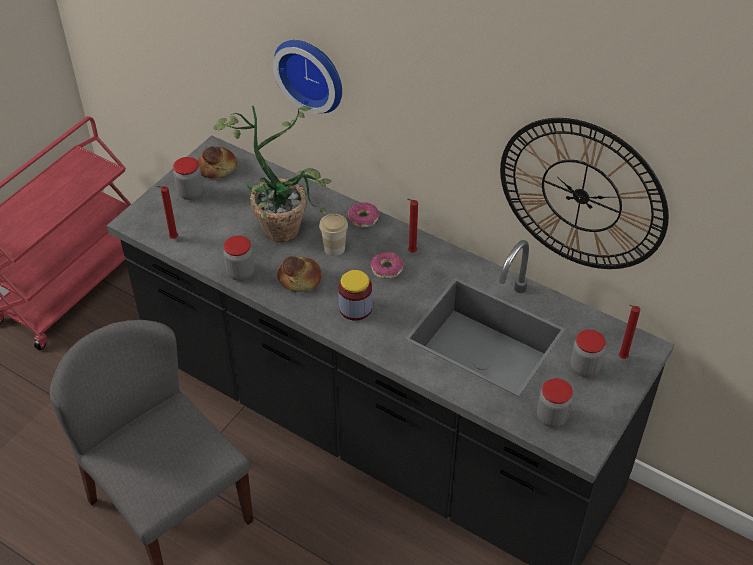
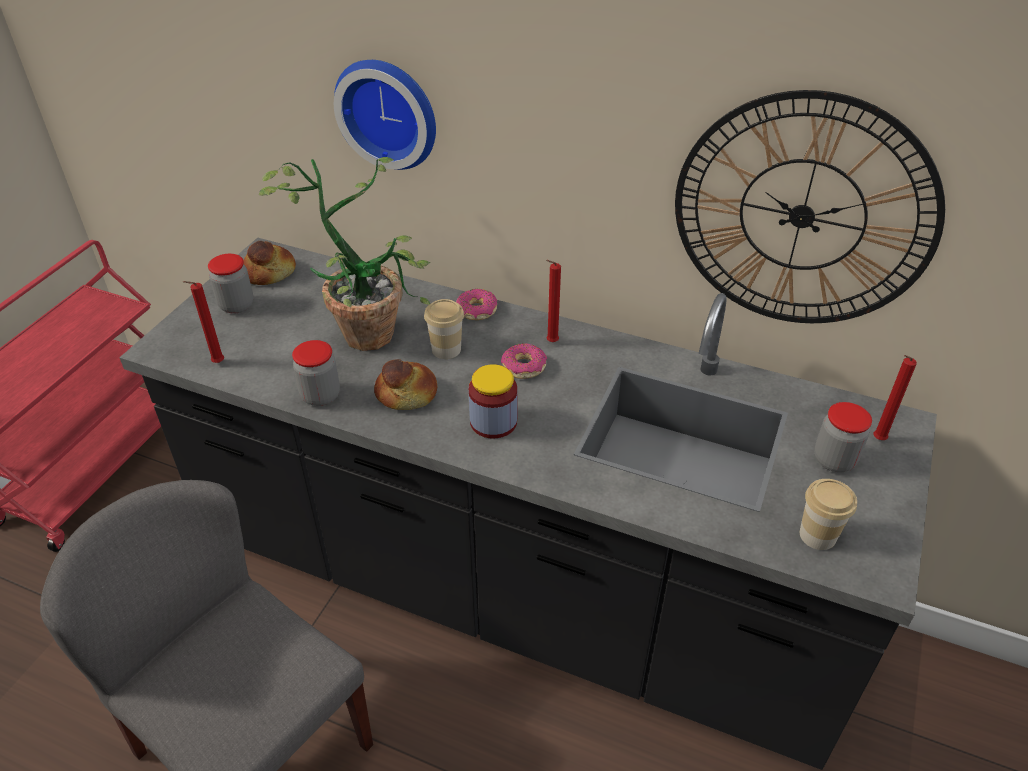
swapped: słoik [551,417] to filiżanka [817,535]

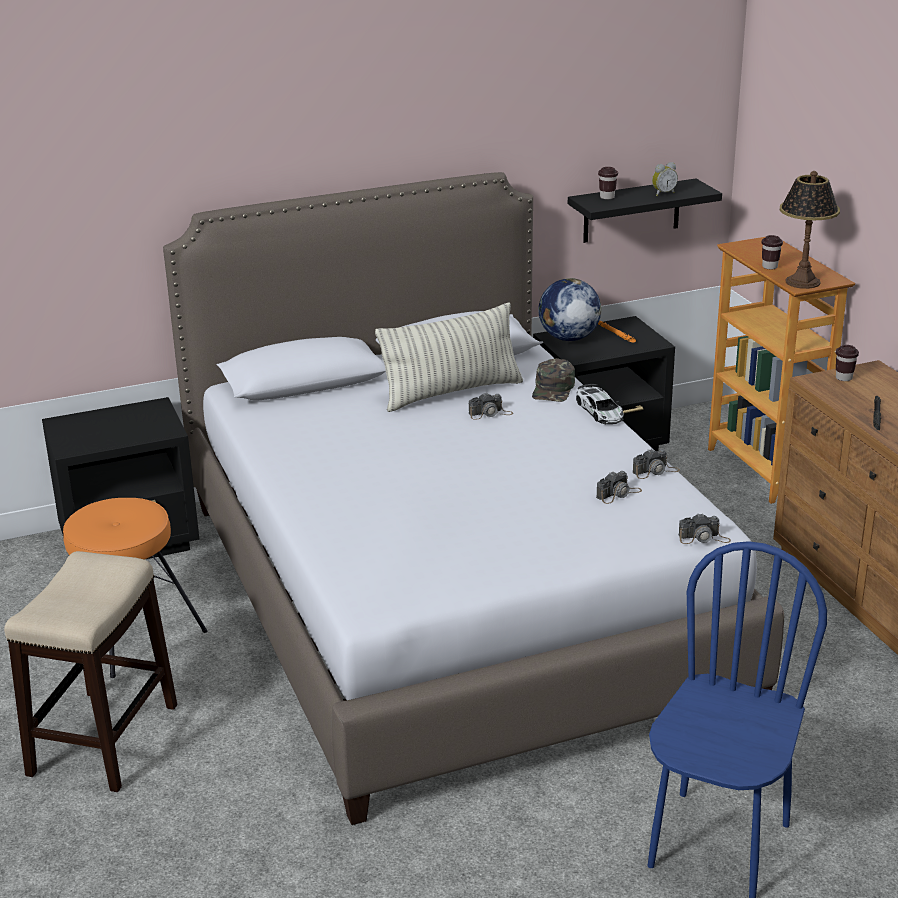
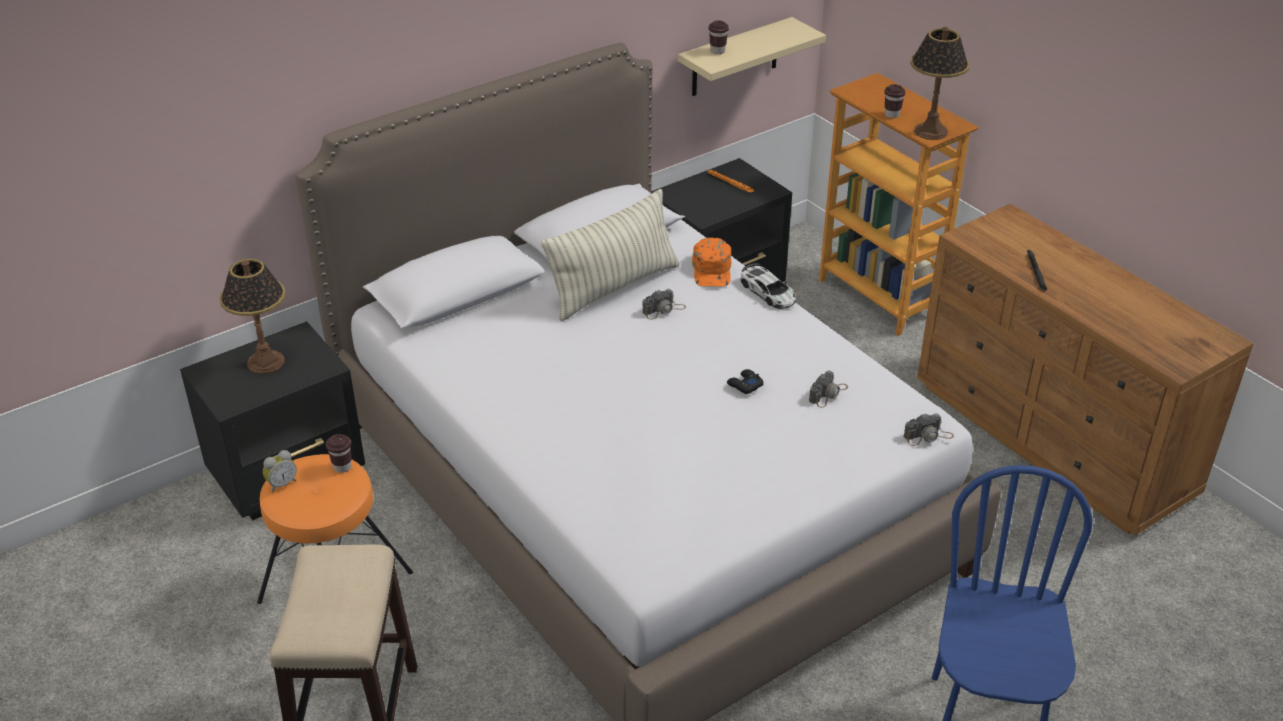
gone: globus [568,338]; aparat fotograficzny [655,471]
new: lampa stołowa [266,362]; pad do gier (czarny) [744,385]
shifted: budzik [663,193] to [281,484]; filiżanka (brązowy) [844,378] to [342,467]
repainted: półka (czarny) [631,211] to półka (beżowy) [735,58]; czapka z daszkiem (zielony) [553,389] to czapka z daszkiem (pomarańczowy) [712,270]

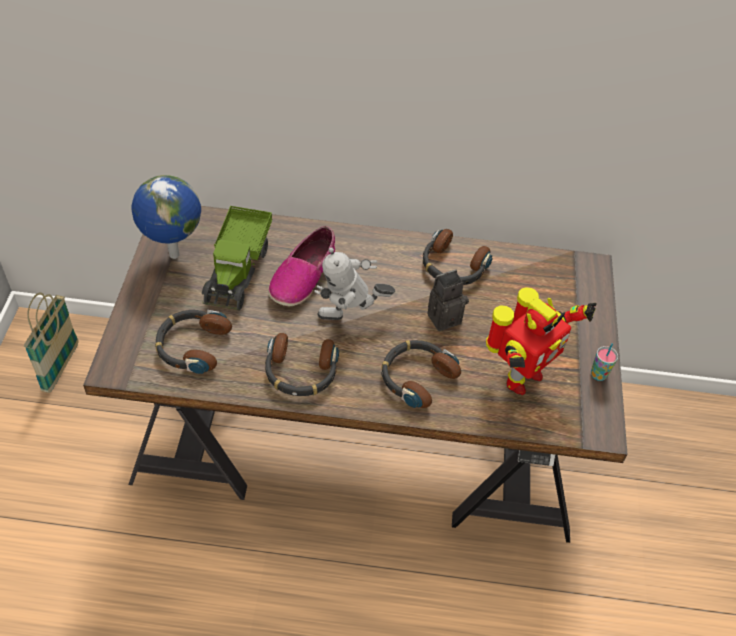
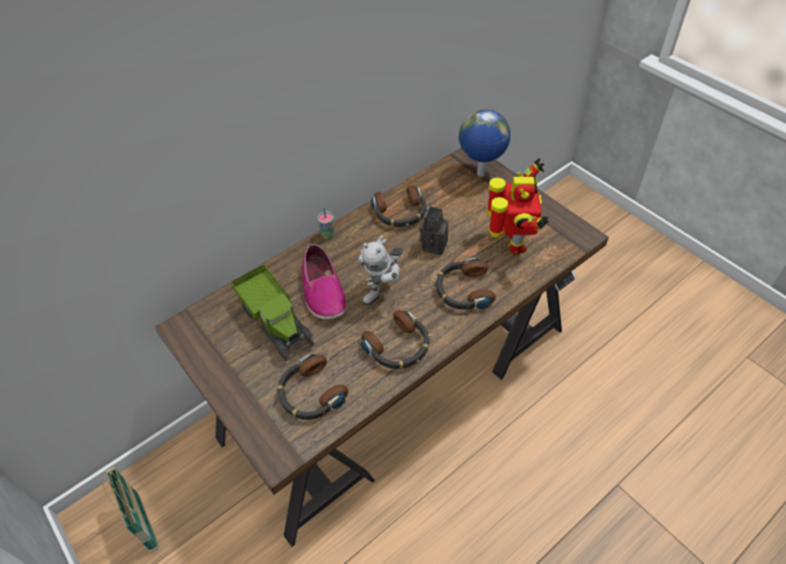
shifted: globus [173,255] to [481,174]; filiżanka [598,375] to [328,235]

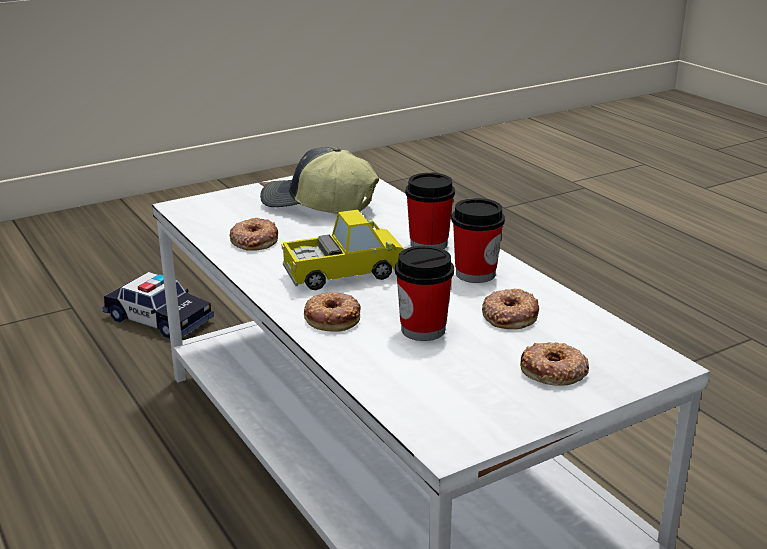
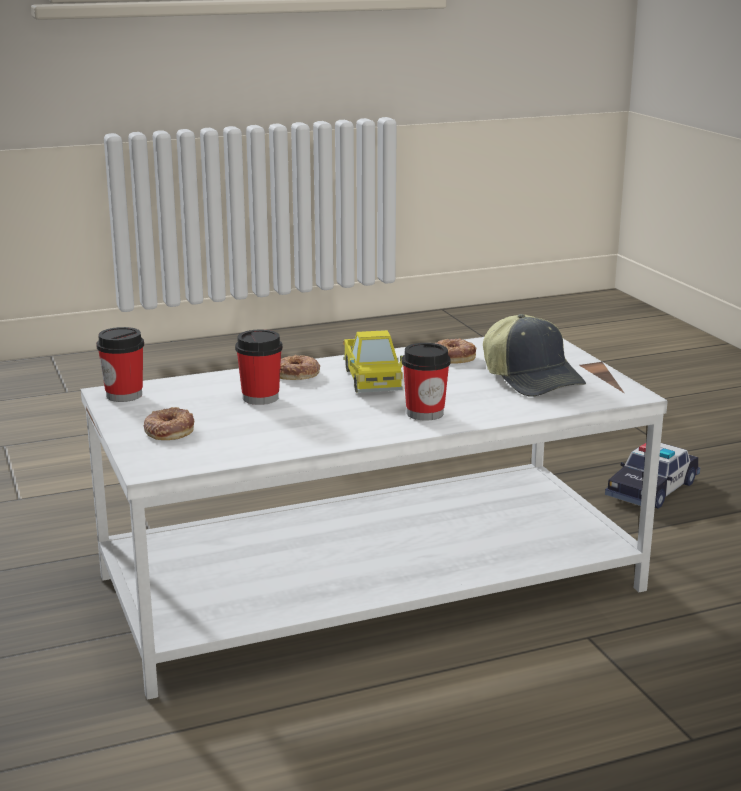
gone: donut [509,315]
shifted: filiżanka [475,274] to [124,395]
rotated: czapka z daszkiem [318,205] = [533,379] 120 degrees clockwise

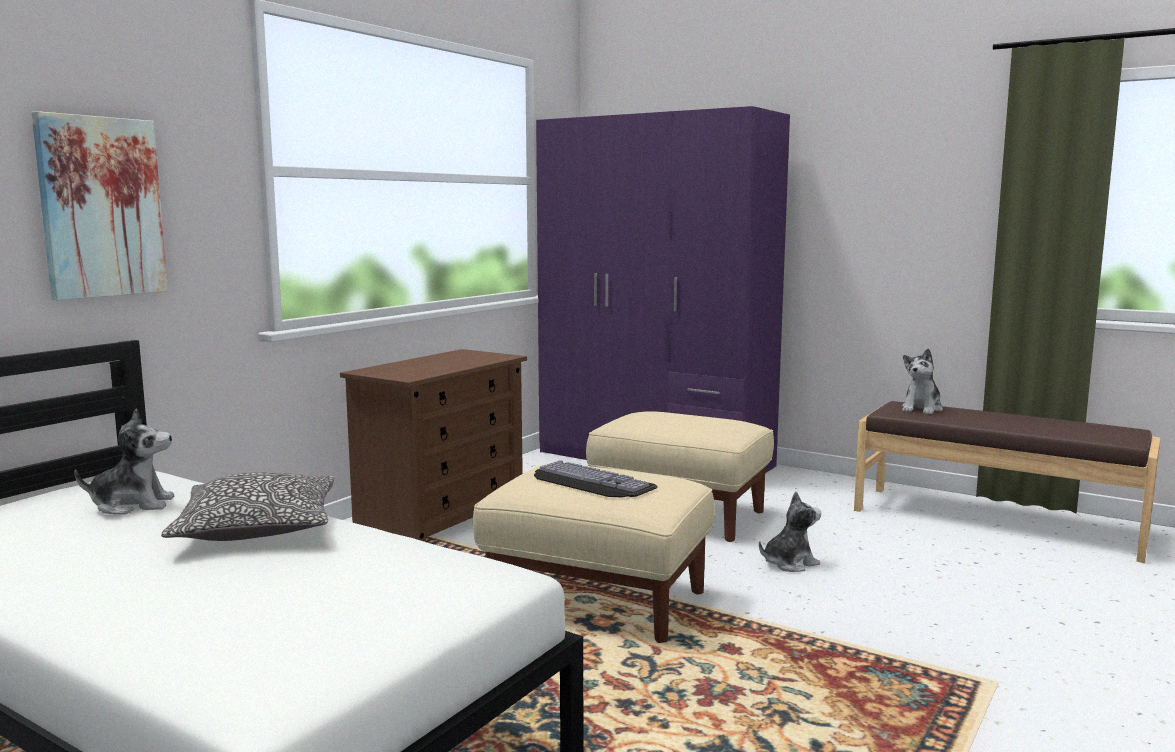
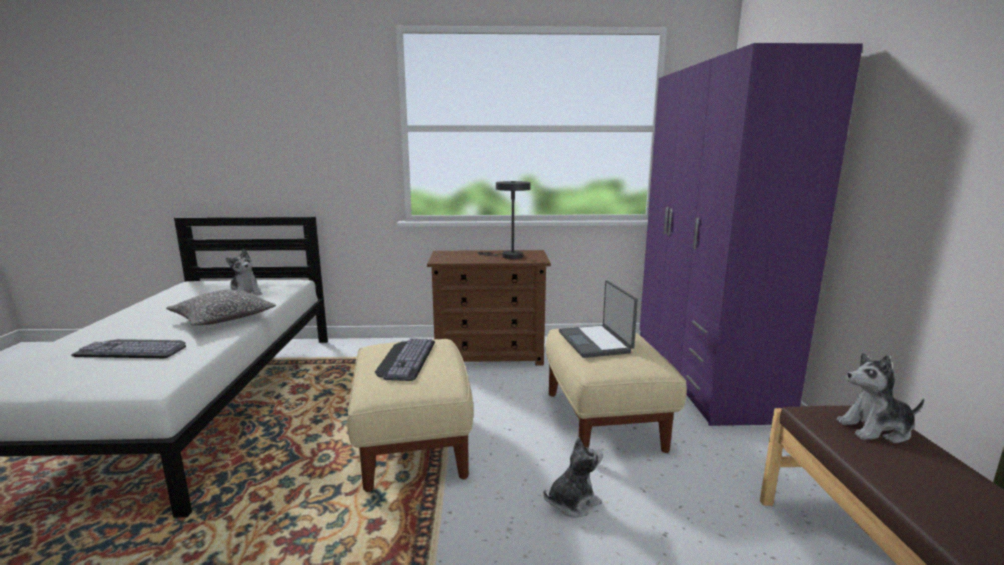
gone: obraz [101,207]
new: lampa stołowa (szary) [508,256]; laptop [596,342]; klawiatura [135,349]
rotated: pluszak [789,563] = [572,502] 60 degrees counterclockwise

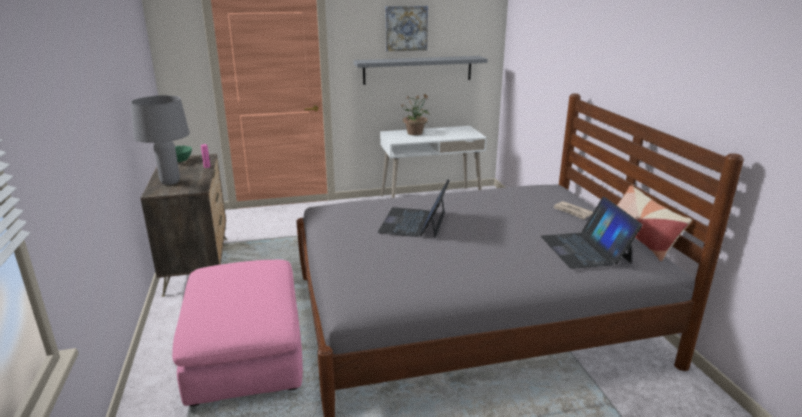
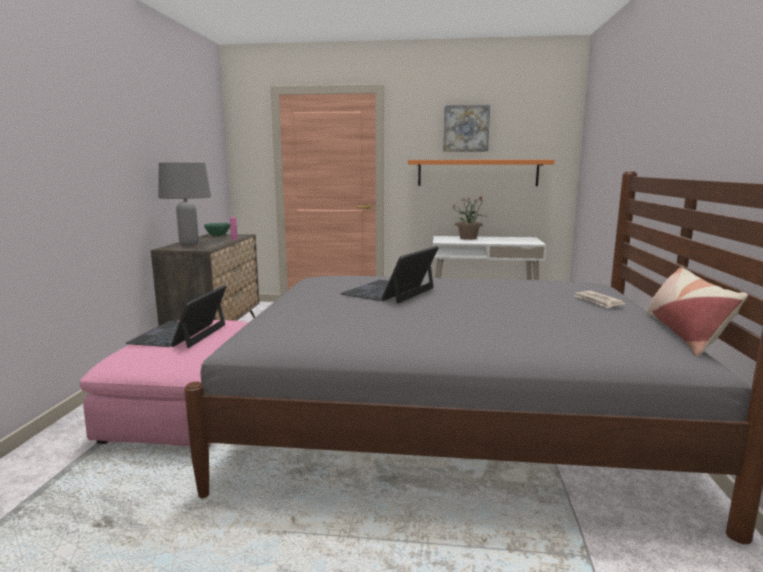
shifted: laptop [585,249] to [180,334]
repainted: półka (szary) [417,70] to półka (pomarańczowy) [477,173]

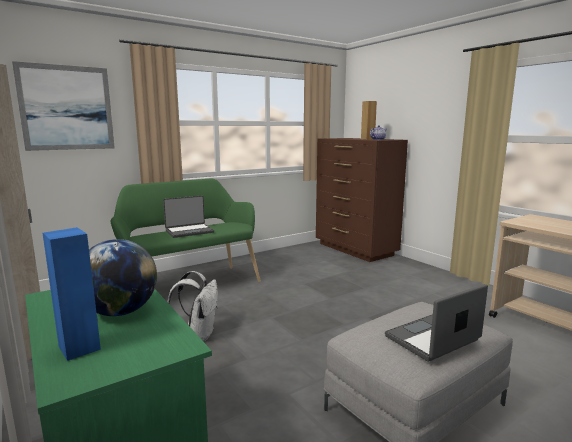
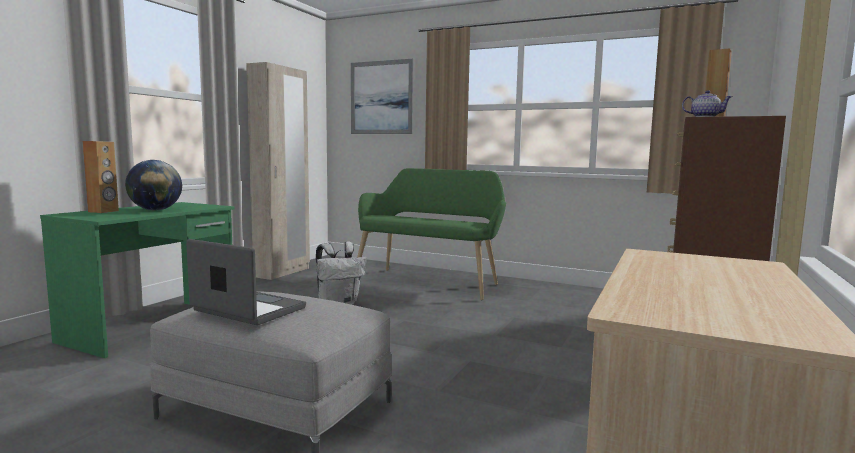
gone: laptop [189,231]
repainted: głośnik (niebieski) [80,347] to głośnik (brązowy) [103,211]

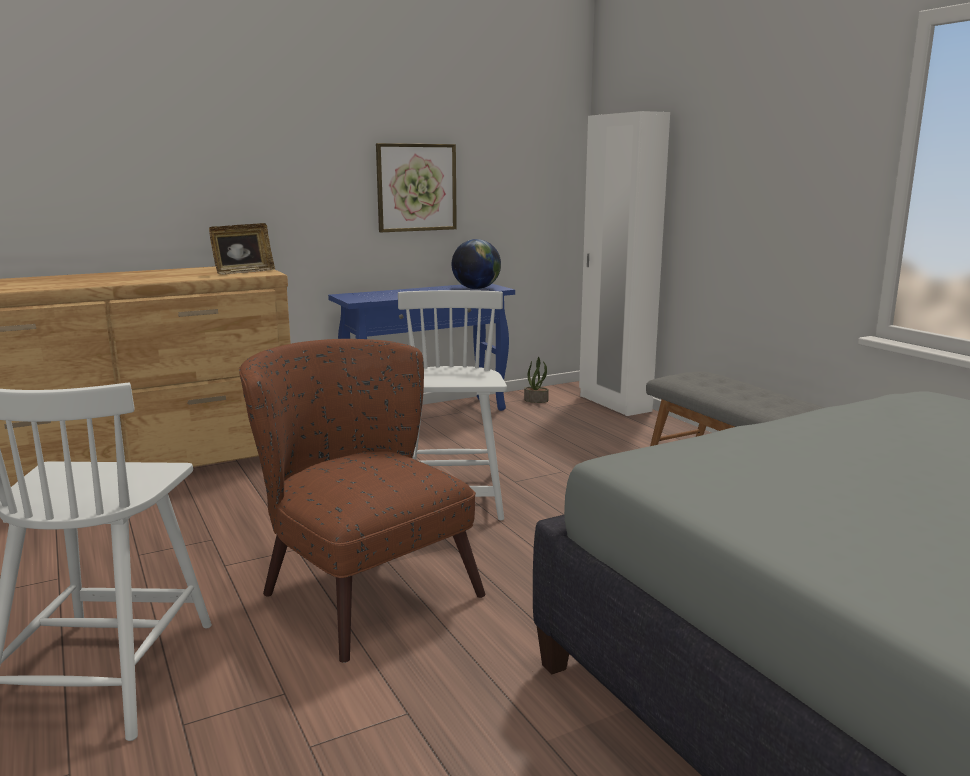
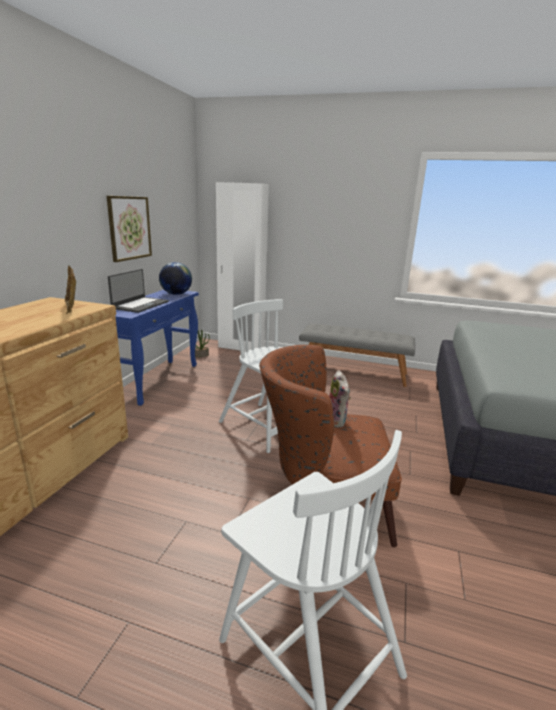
new: laptop [140,305]; pluszak [337,421]
rotated: ramka na zdjęcie [243,272] = [72,308] 150 degrees clockwise

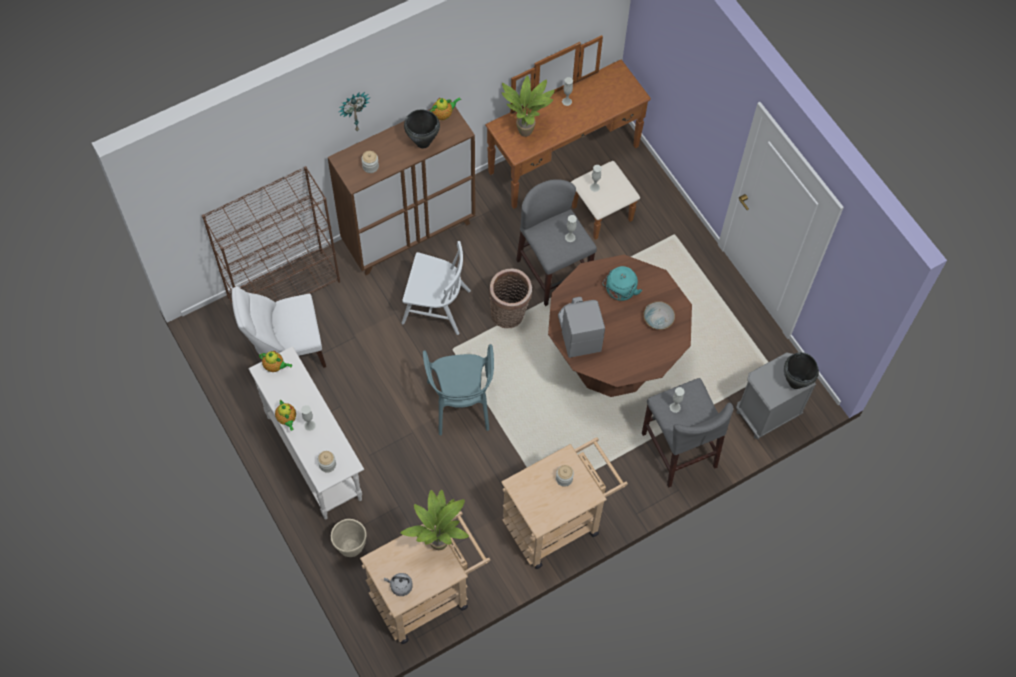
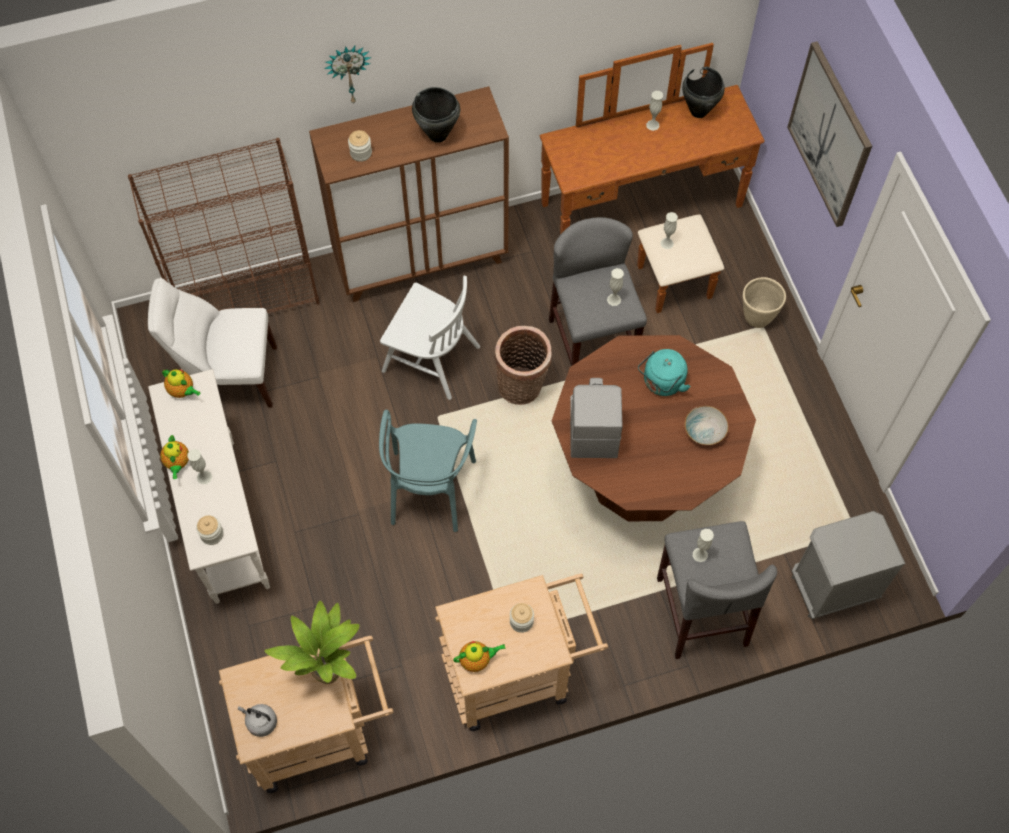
gone: roślina doniczkowa [527,130]
new: obraz [830,135]
shifted: imbryk [443,114] to [477,660]; garnek (czarny) [795,383] to [698,111]; donica (beżowy) [351,547] to [757,317]

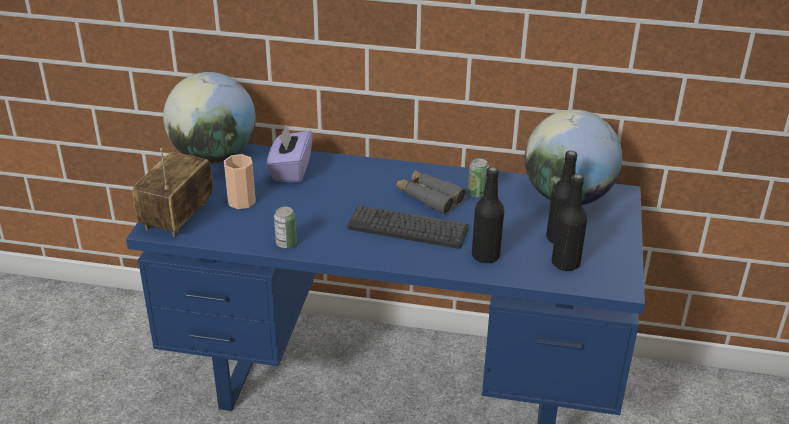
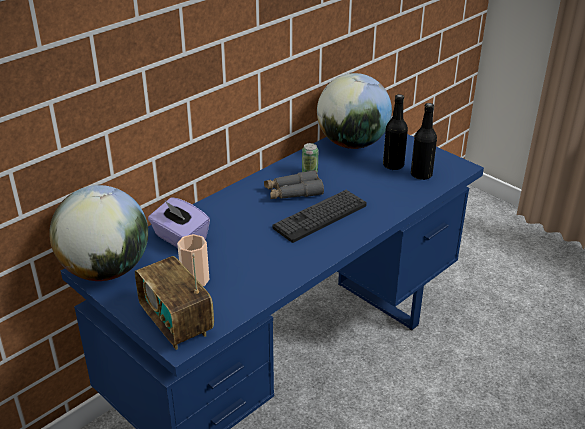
gone: butelka (czarny) [485,256]; puszka [286,243]

